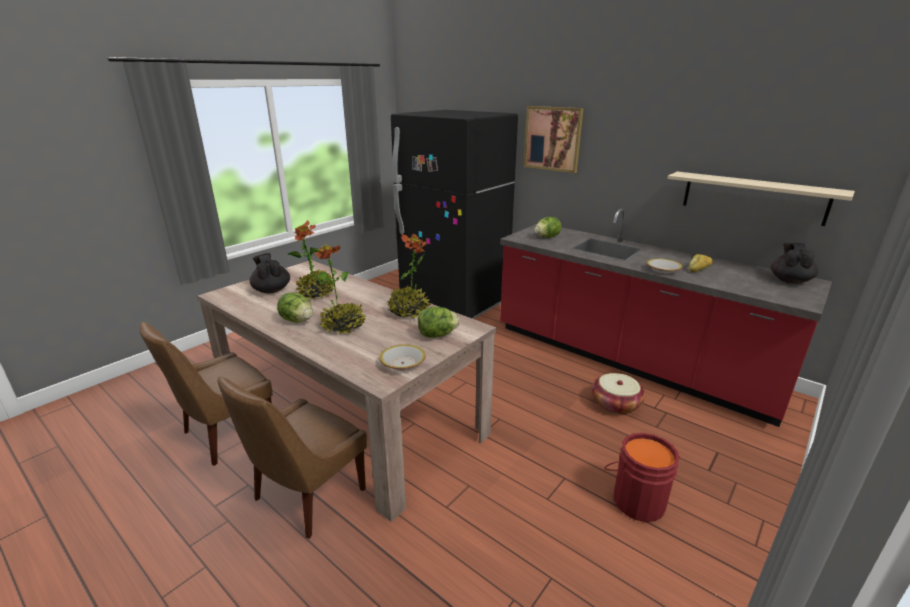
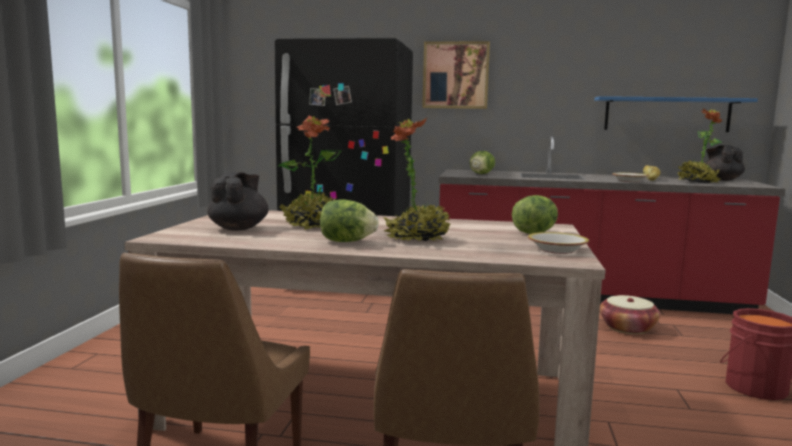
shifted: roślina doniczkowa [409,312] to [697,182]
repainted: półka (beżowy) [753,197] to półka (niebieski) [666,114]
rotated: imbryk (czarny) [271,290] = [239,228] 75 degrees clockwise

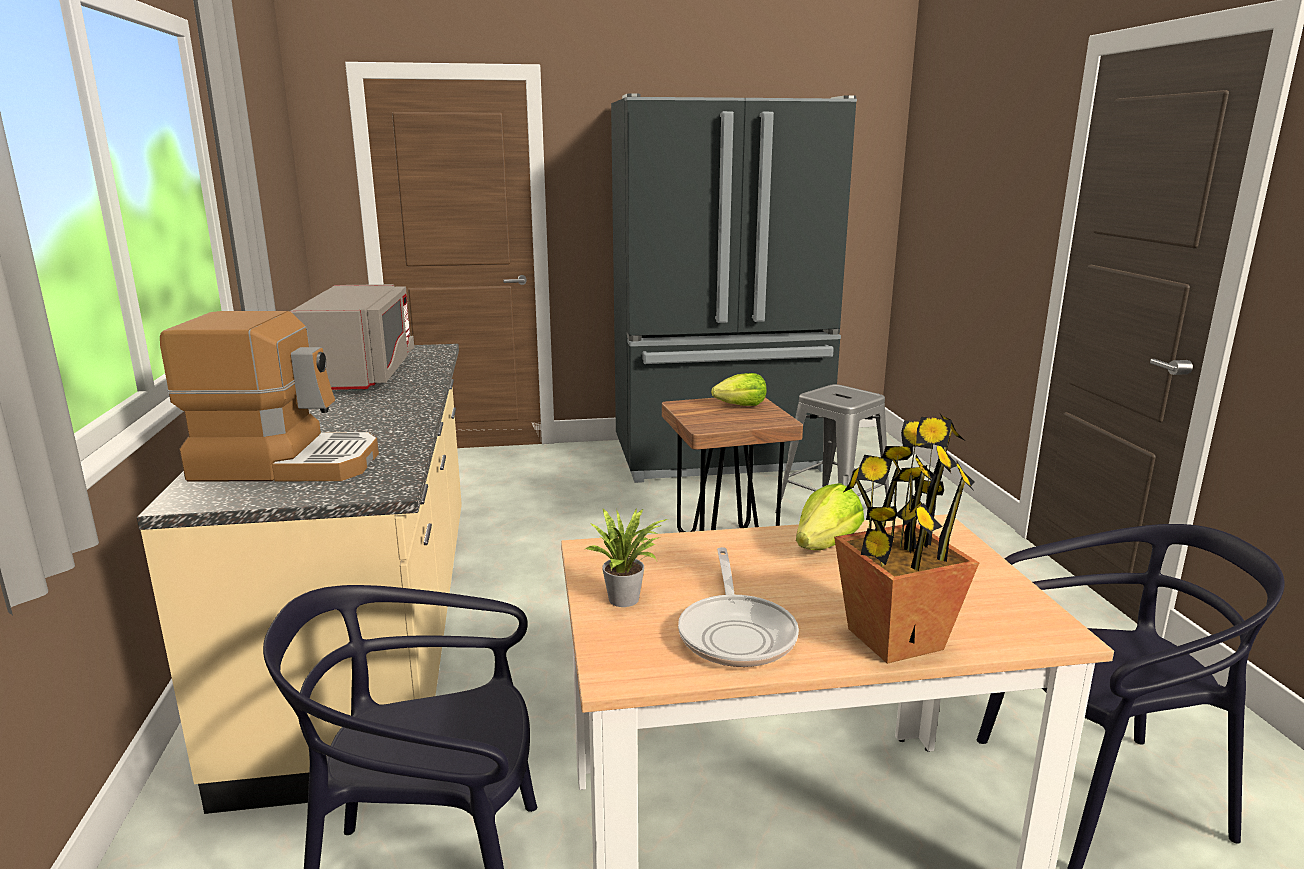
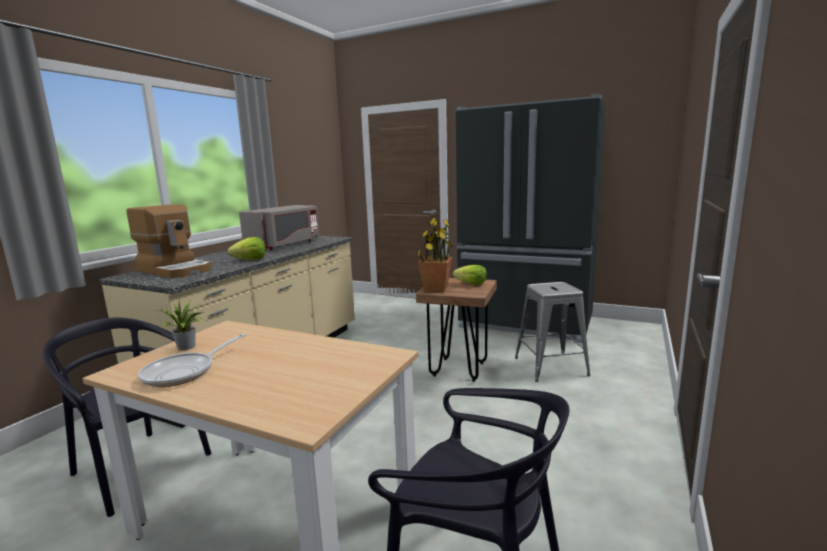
shifted: roślina doniczkowa [894,639] to [435,288]; sałata [825,546] to [250,260]

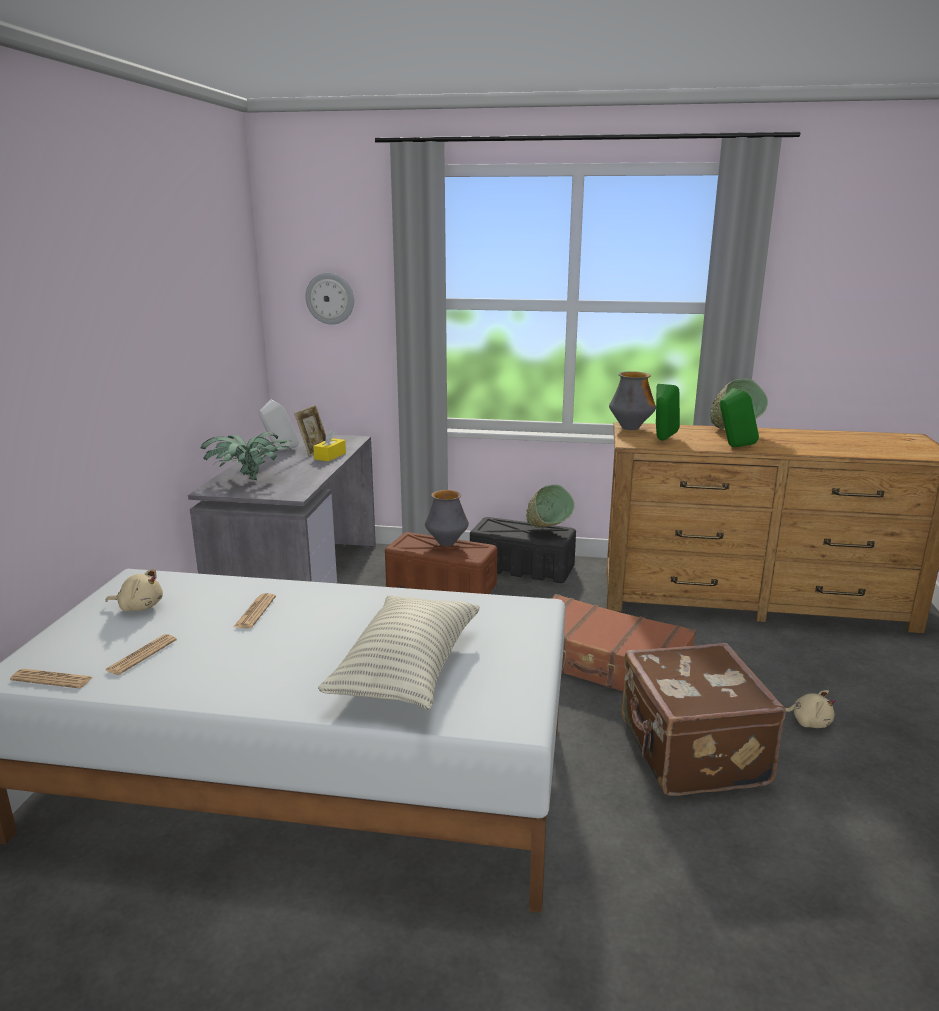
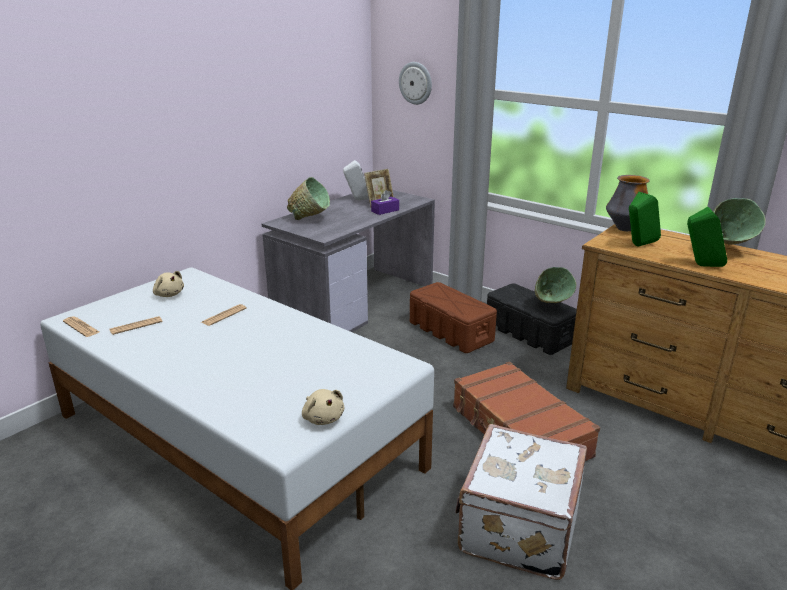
gone: wazon [446,543]; poduszka [407,670]
shifted: pluszak (beżowy) [808,722] to [323,418]
swapped: roślina doniczkowa [250,480] to miska (zielony) [311,219]
repainted: pudełko chusteczek (żółty) [330,456] to pudełko chusteczek (fioletowy) [385,210]; walizka (brązowy) [690,753] to walizka (biały) [516,528]

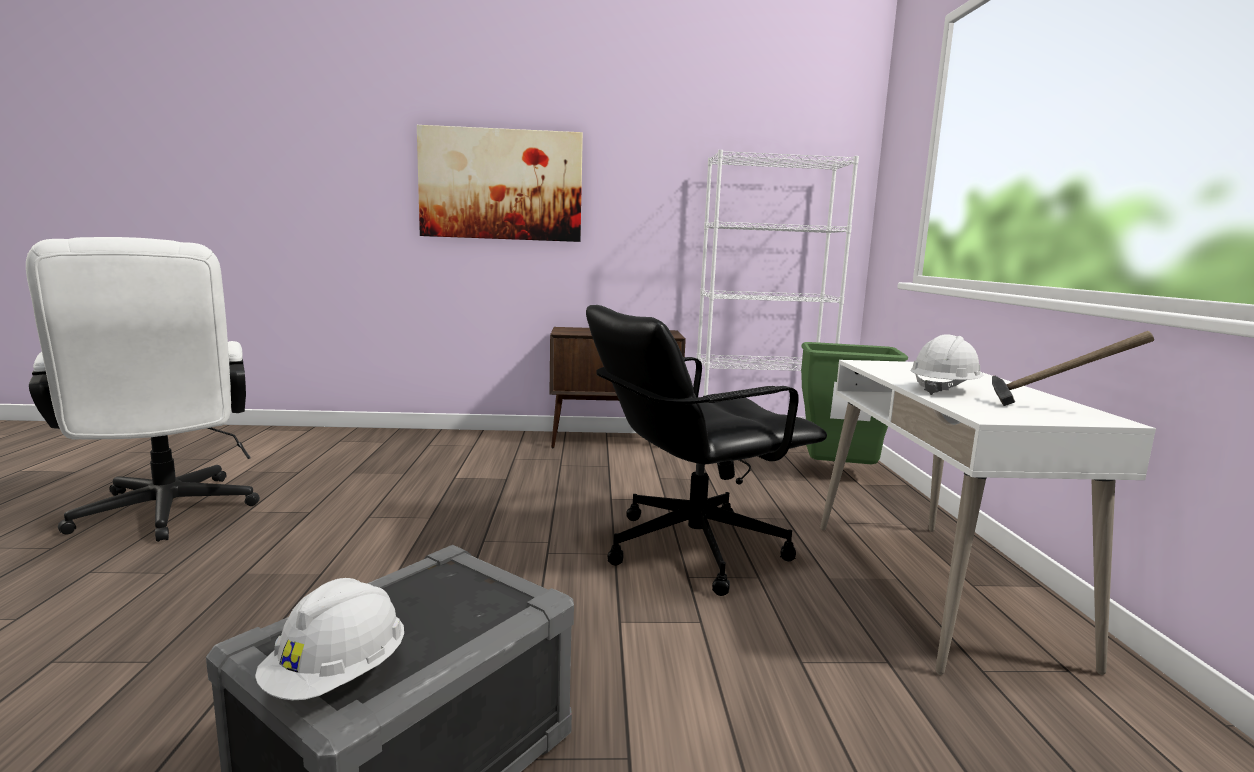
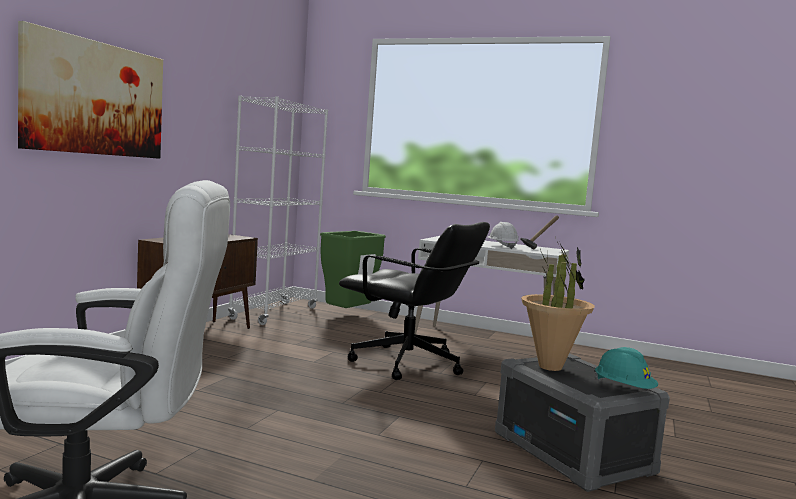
new: roślina doniczkowa [550,367]
repainted: kask (biały) [338,677] to kask (turkusowy) [624,389]
rotated: krzesło biurowe (czarny) [691,548] = [408,364] 60 degrees counterclockwise

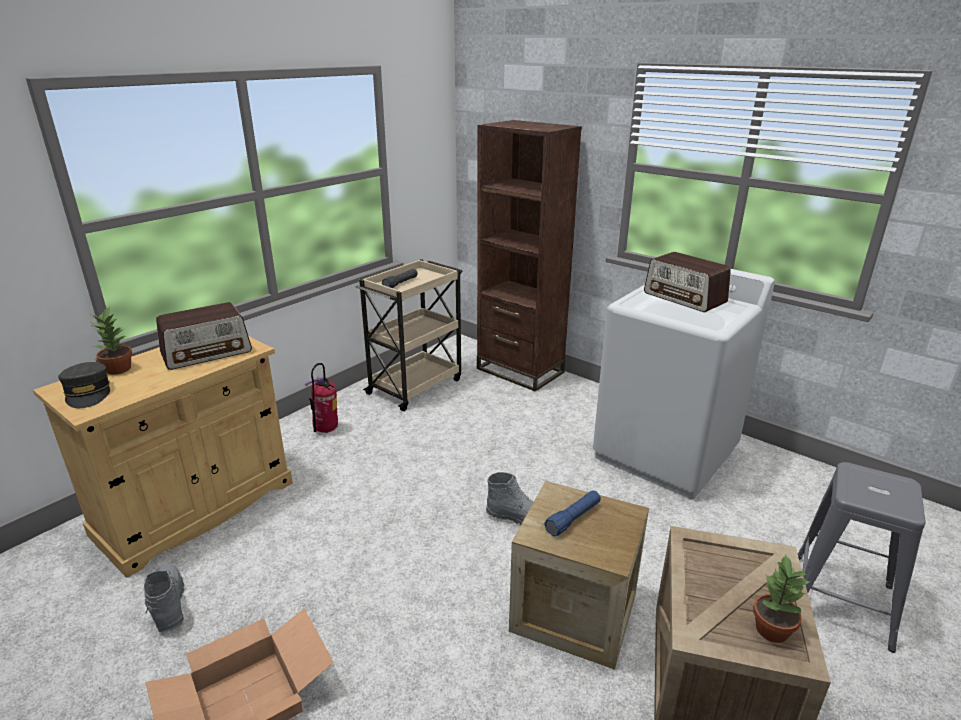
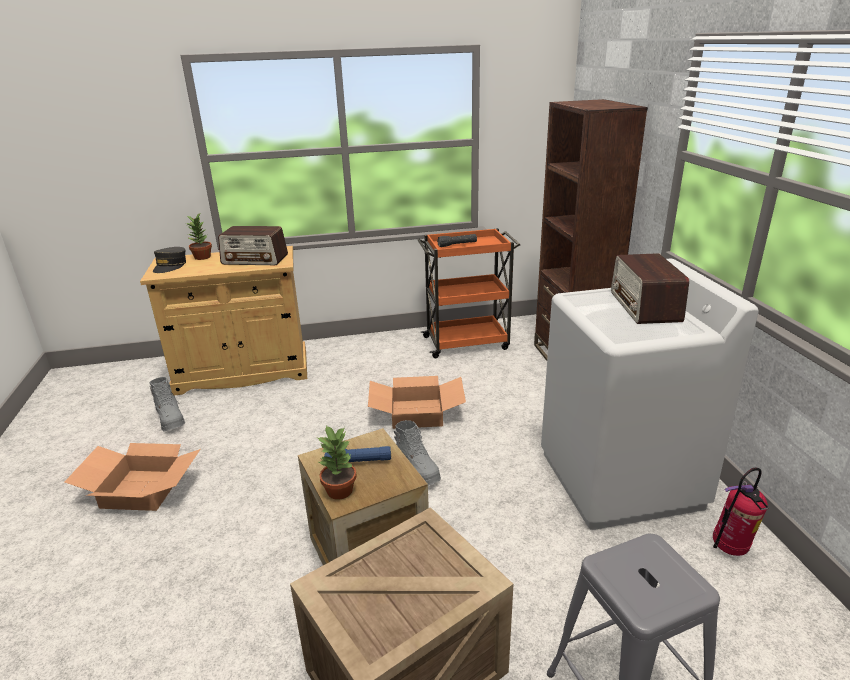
new: karton [416,414]
shifted: gaśnica [326,430] to [729,549]; roślina doniczkowa [771,629] to [340,490]
repainted: wózek (beżowy) [416,386] to wózek (pomarańczowy) [467,342]
rotated: but z cholewką (szary) [168,605] = [170,419] 135 degrees clockwise

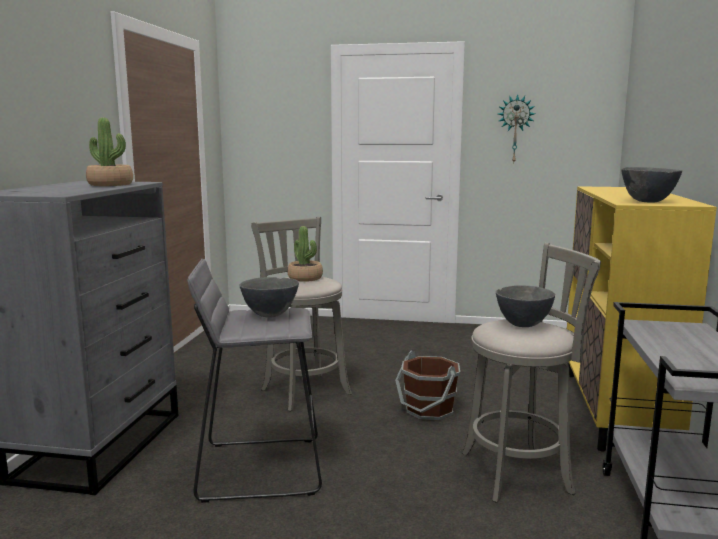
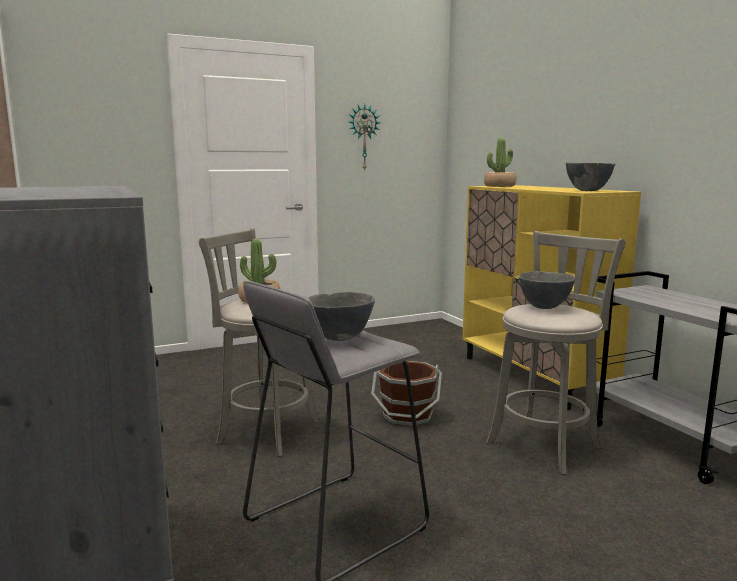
shifted: roślina doniczkowa [110,184] to [499,186]

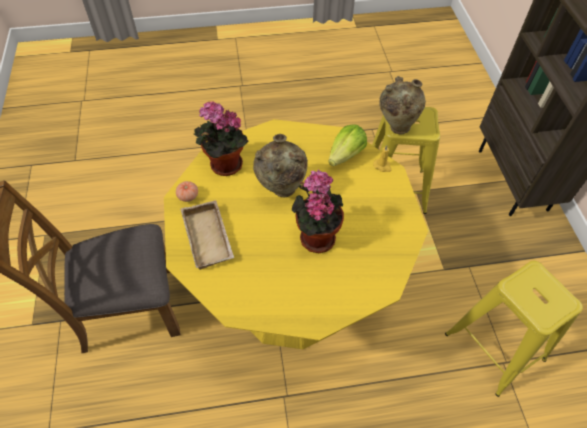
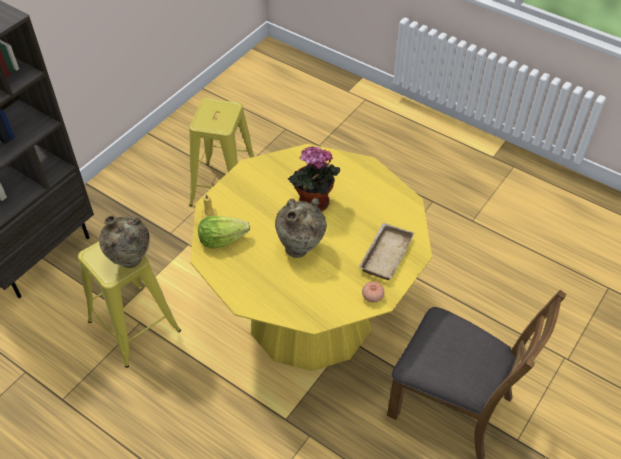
gone: roślina doniczkowa [223,166]

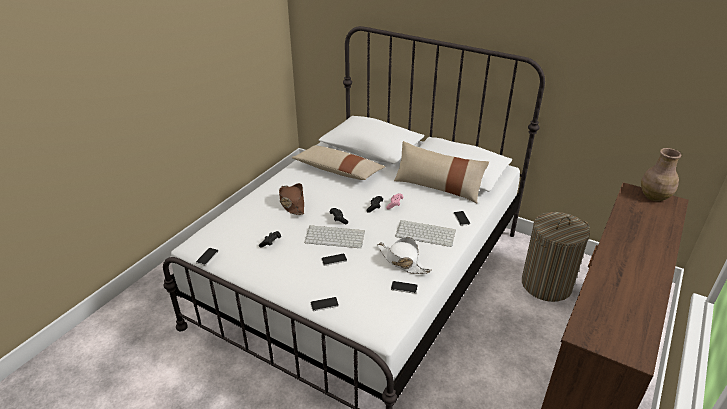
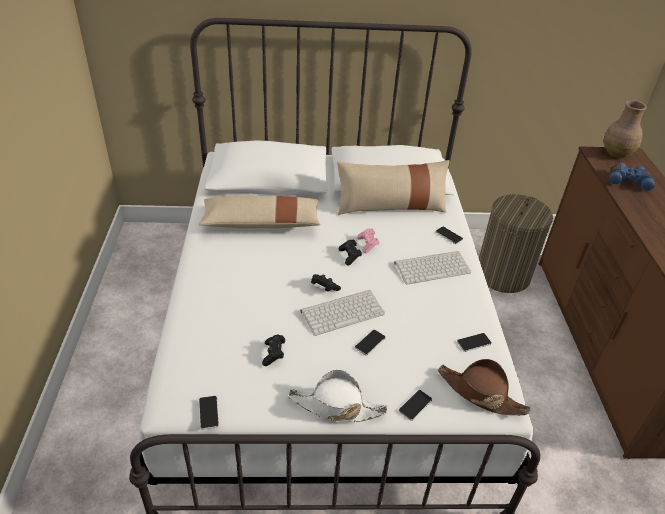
new: lornetka (niebieski) [628,181]
shifted: kapelusz (brązowy) [292,203] to [480,394]; kapelusz (biały) [402,261] to [336,406]

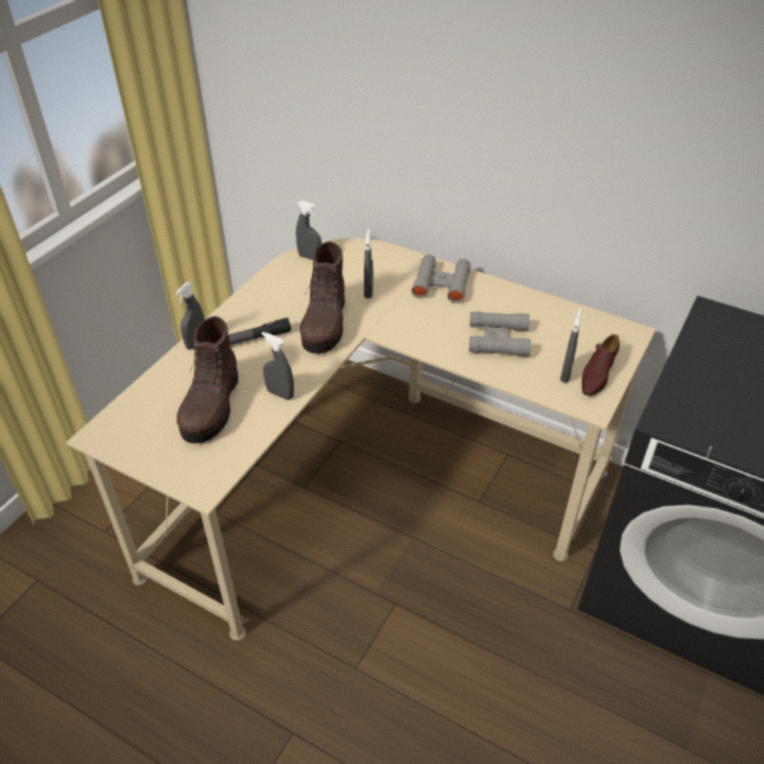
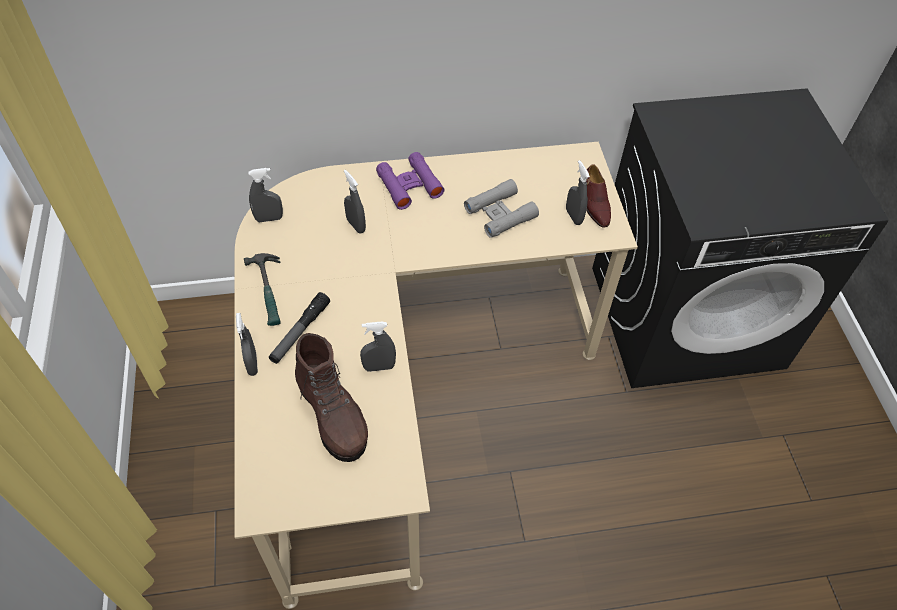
gone: but z cholewką (brązowy) [325,325]
new: młotek [269,291]
repainted: lornetka (szary) [441,284] to lornetka (fioletowy) [409,185]

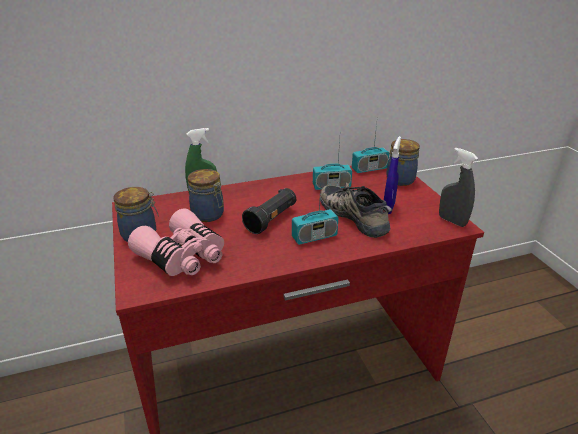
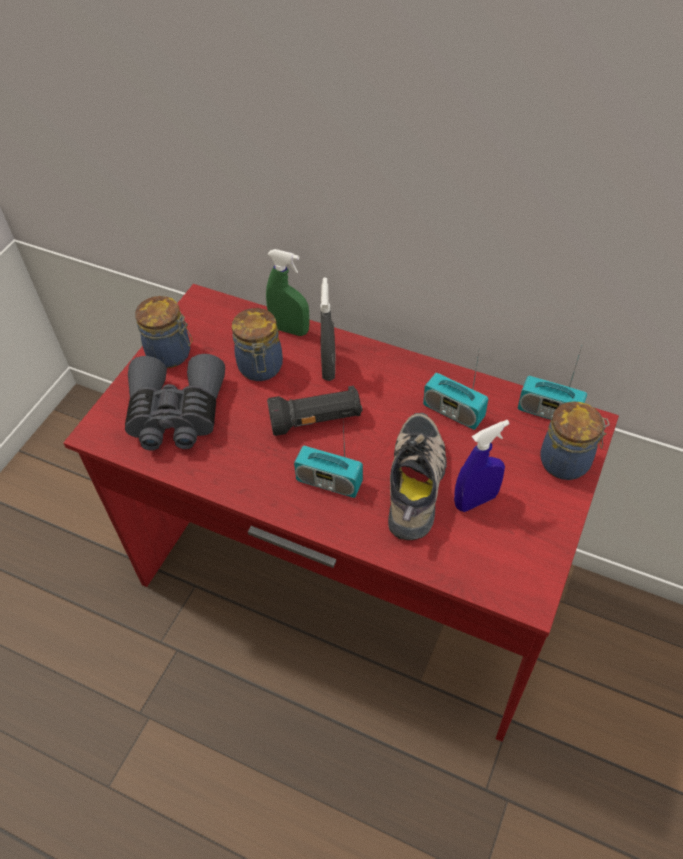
shifted: spryskiwacz (szary) [452,221] to [329,367]
repainted: lornetka (różowy) [183,256] to lornetka (szary) [176,415]

